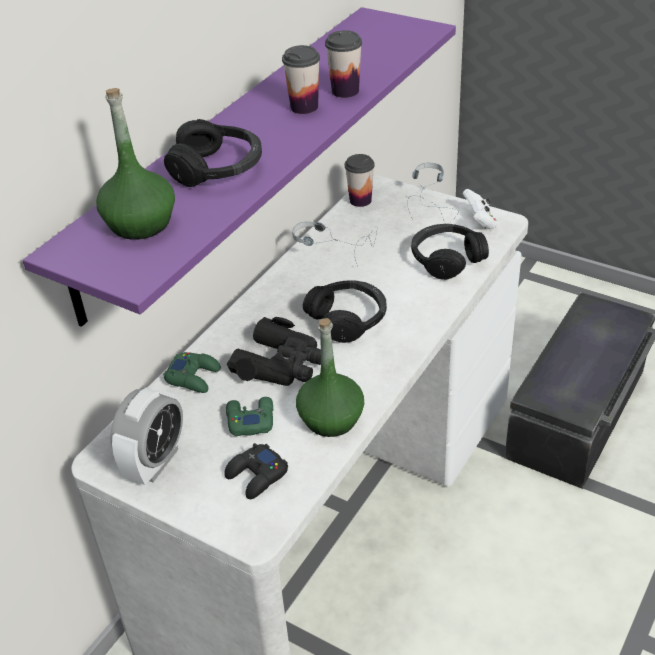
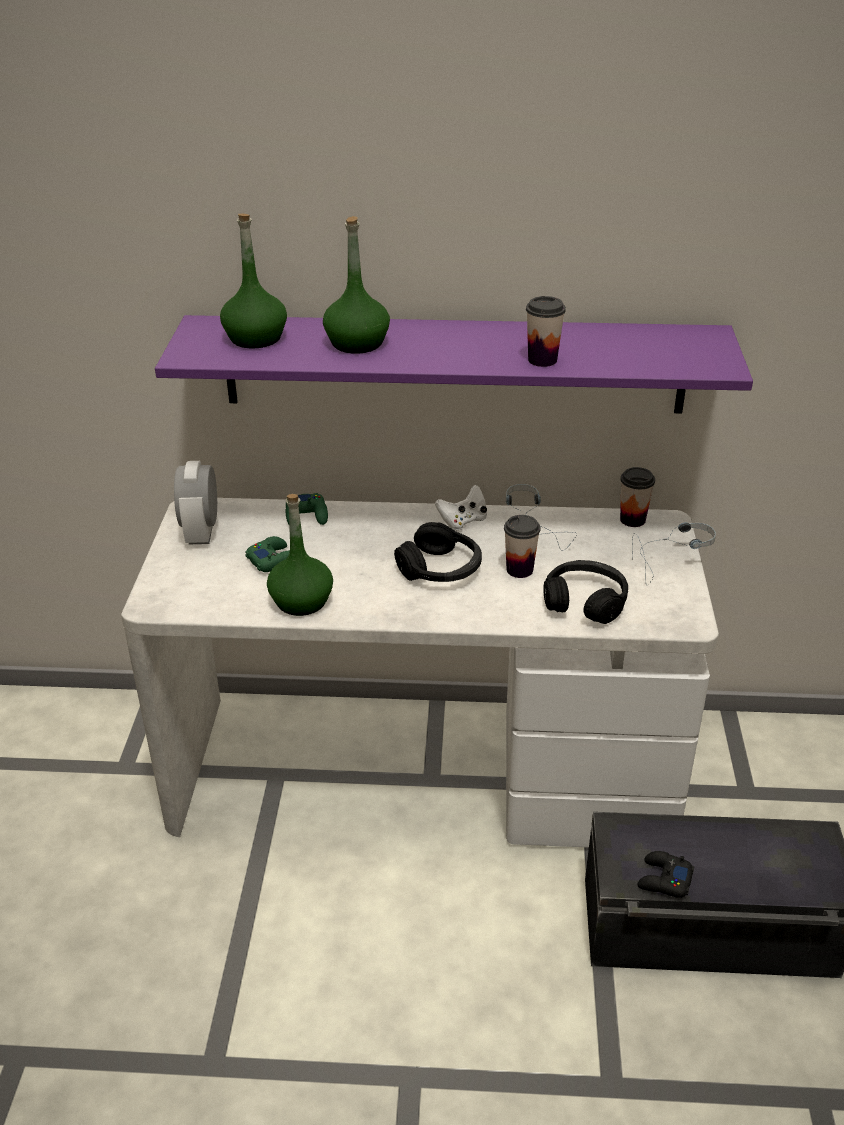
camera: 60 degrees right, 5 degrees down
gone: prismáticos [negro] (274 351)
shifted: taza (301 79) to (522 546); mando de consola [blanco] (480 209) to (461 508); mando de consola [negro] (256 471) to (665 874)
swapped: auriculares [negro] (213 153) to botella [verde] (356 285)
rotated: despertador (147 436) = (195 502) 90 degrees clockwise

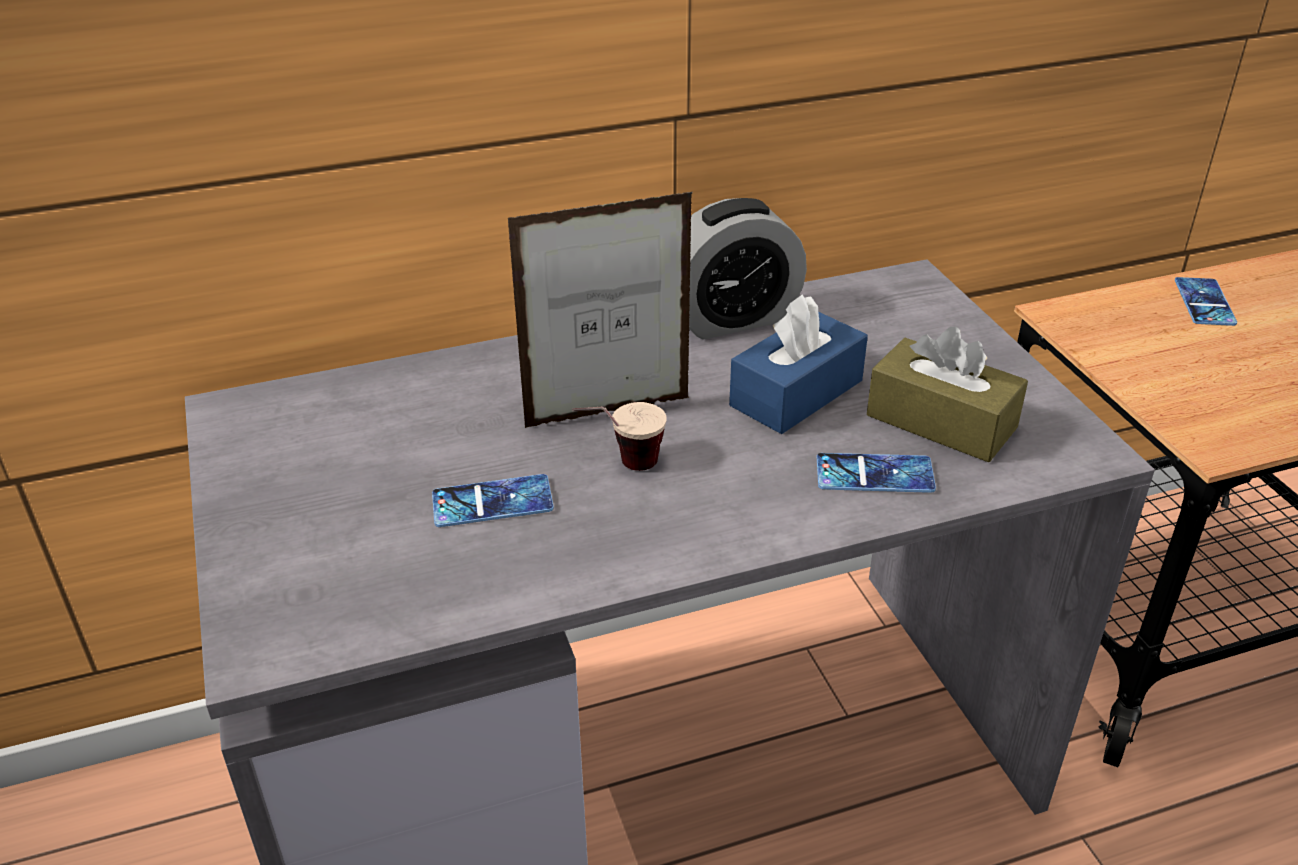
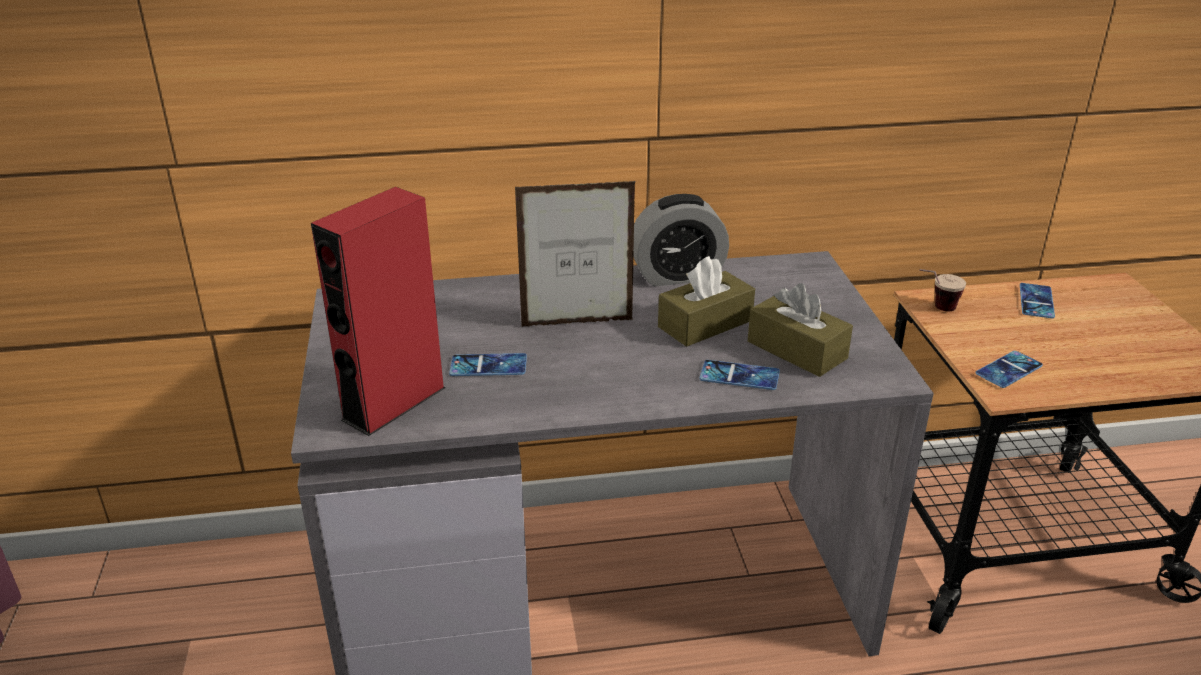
camera: 10 degrees right, 5 degrees down
new: altavoz [rojo] (378 311); móvil (1009 369)
shifted: taza (619 436) to (942 290)
repainted: caja de pañuelos [azul] (798 364) to caja de pañuelos [marrón] (706 301)

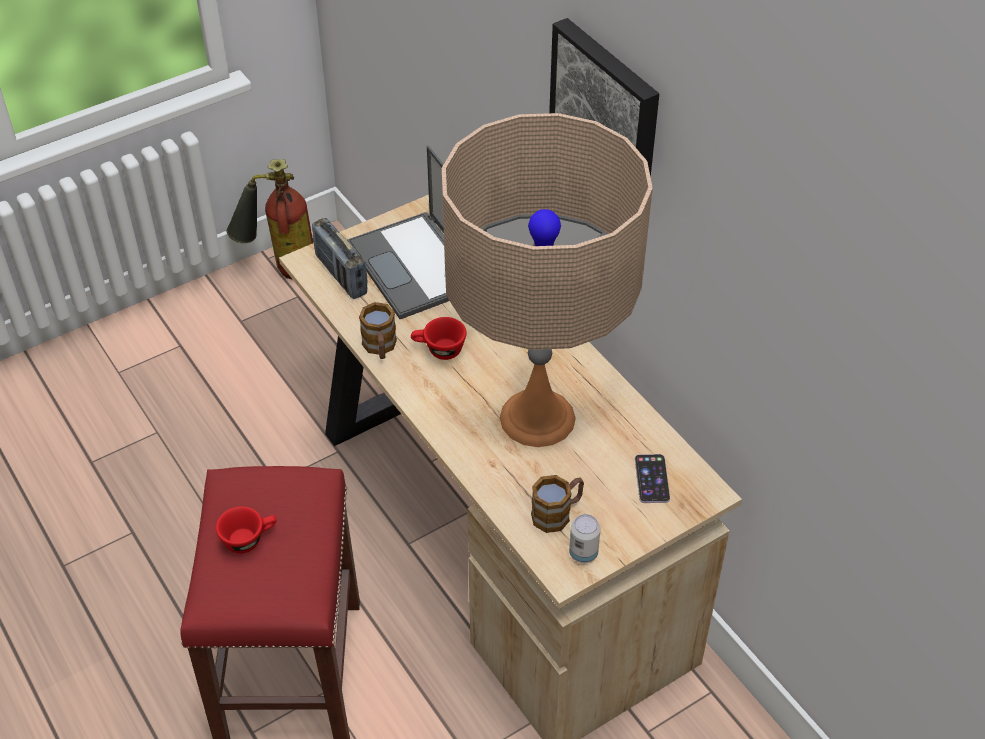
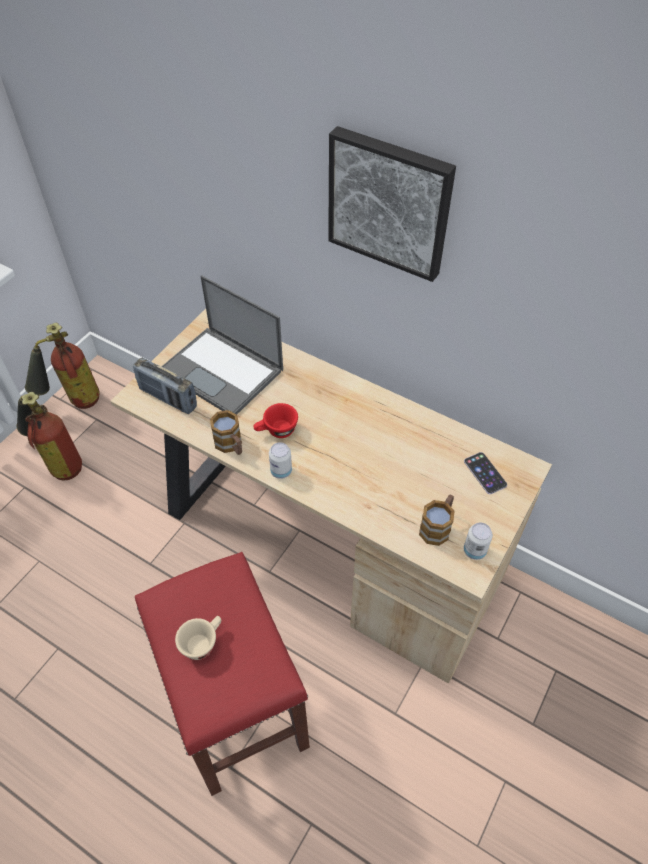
camera: 25 degrees left, 5 degrees up
gone: lámpara de mesa [beis] (547 280)
new: extintor (49 436); lata (280 460)
repainted: taza [rojo] (246 530) to taza [beis] (198 638)

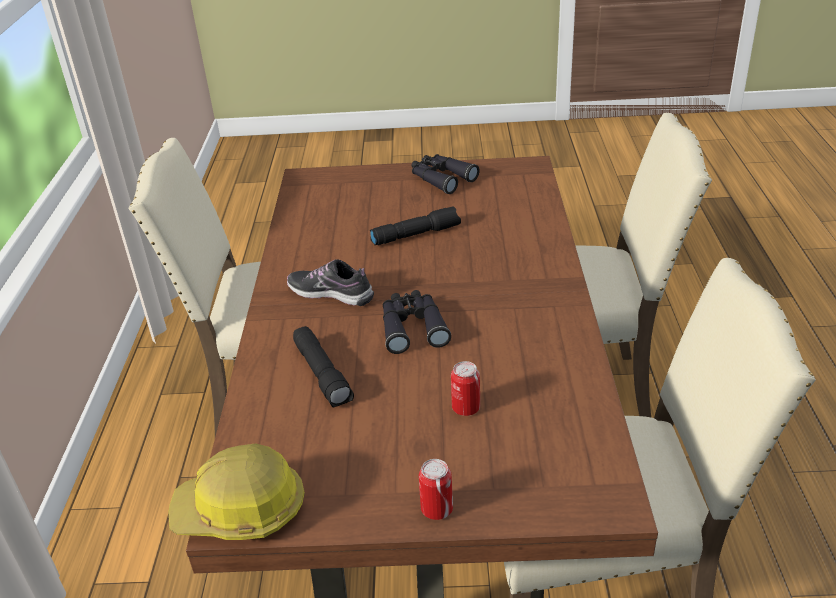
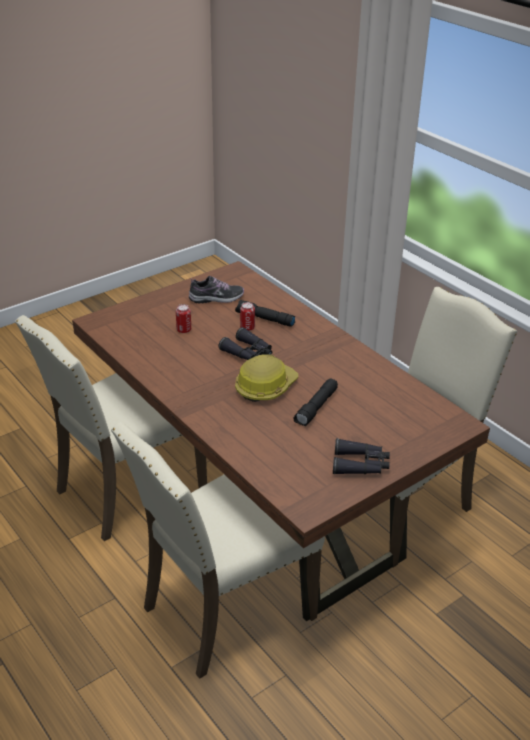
camera: 140 degrees right, 0 degrees up
shifted: zapato (330 283) to (216 290); casco (236 491) to (266 378); lata (436 489) to (247 316)

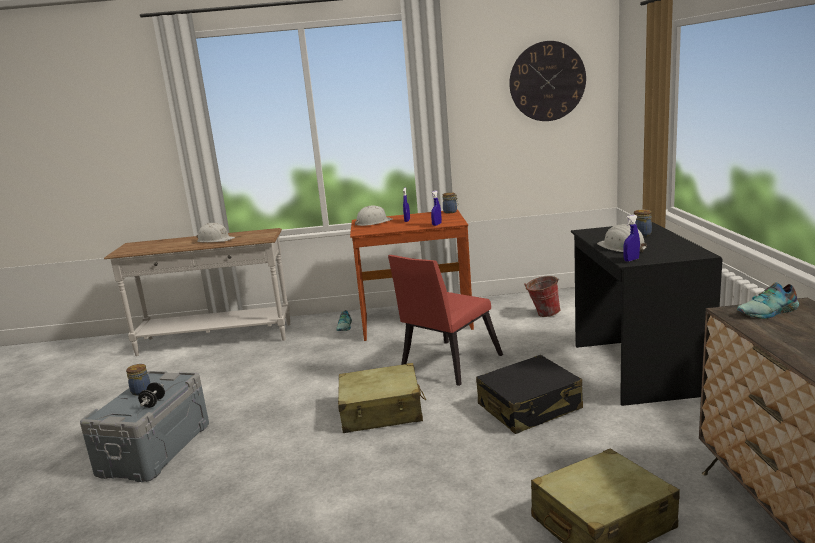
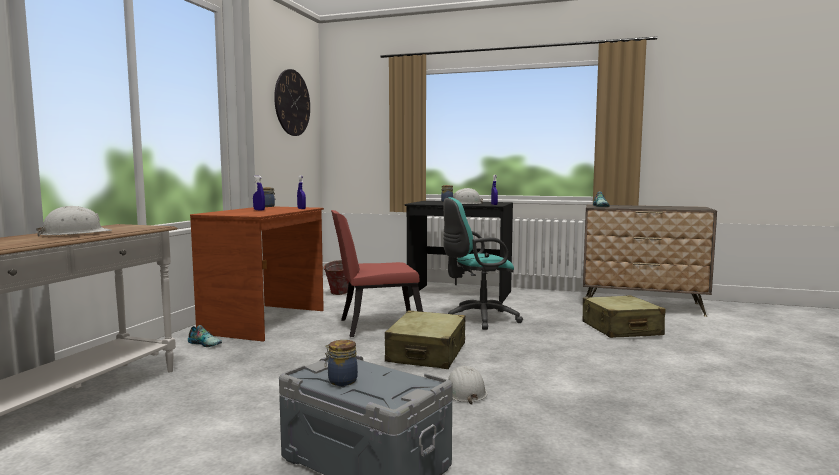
camera: 70 degrees left, 10 degrees down
gone: mancuerna [negro] (151 395)
shifted: casco [blanco] (373 216) to (467 385)
swapped: maleta [negro] (529 394) to silla de oficina [turquesa] (483 263)
rotated: silla [rojo] (445 320) = (377 273) 105 degrees clockwise

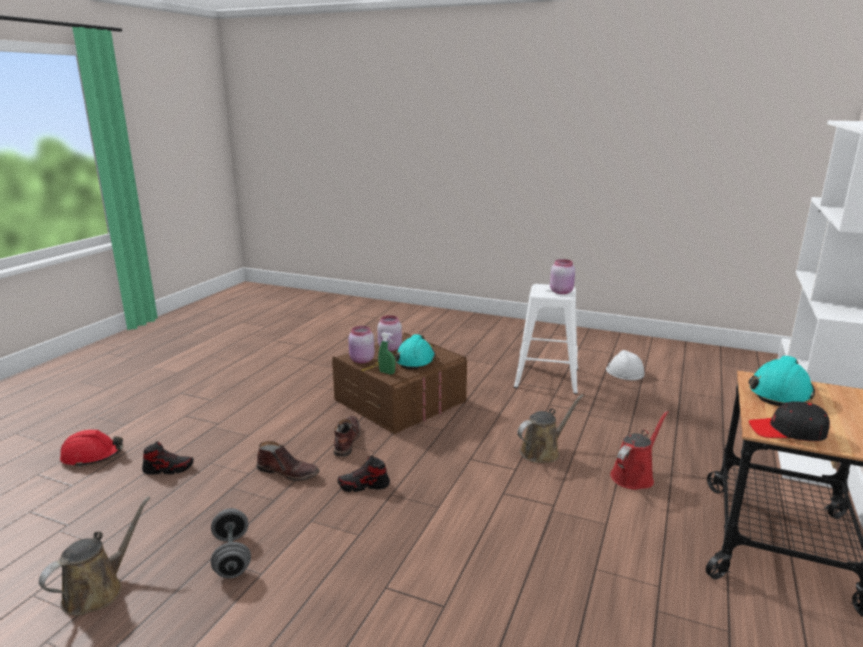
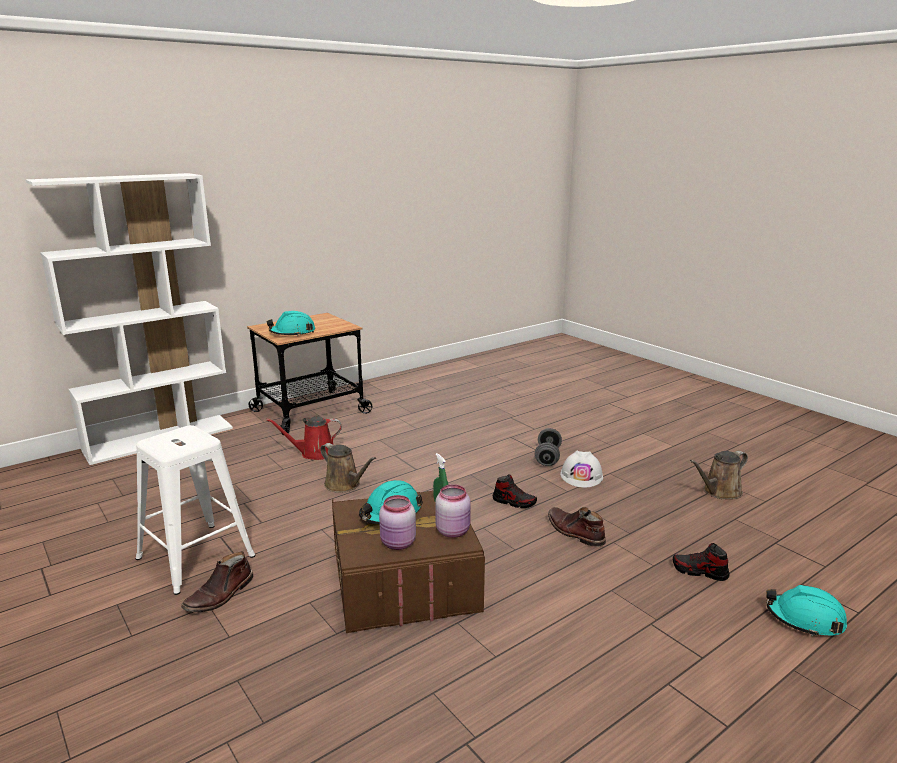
camera: 150 degrees left, 0 degrees up
gone: tarro [rosa] (562 276); gorra [negro] (789 421)
shifted: casco [blanco] (625 365) to (581 469); bota [marrón] (347 436) to (217 581); mancuerna [gris] (231 543) to (548 447)
repainted: casco [rojo] (91 449) to casco [turquesa] (806 611)
rotated: regadera [marrón] (550 428) = (348 468) 135 degrees counterclockwise

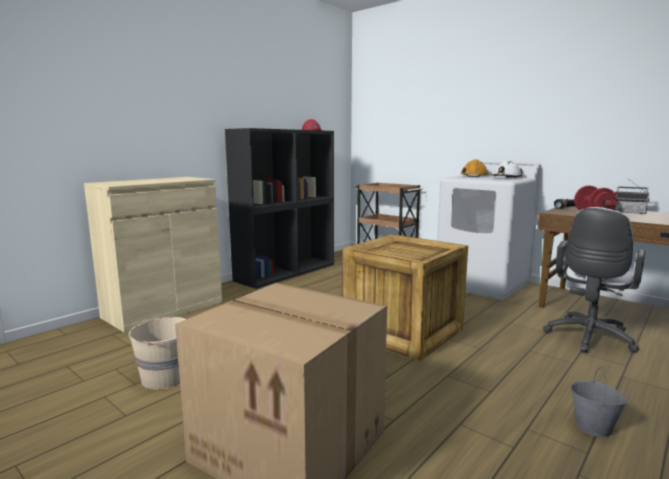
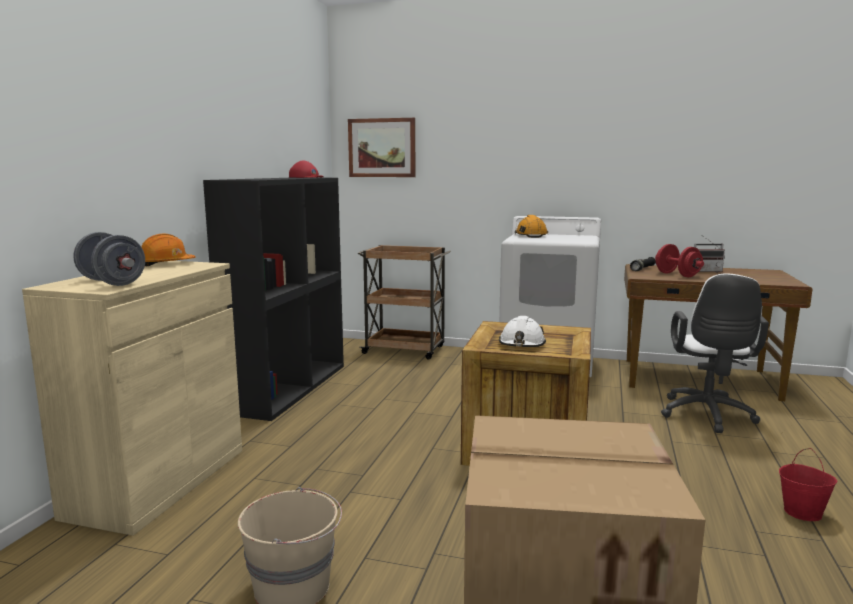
camera: 25 degrees left, 0 degrees up
new: cuadro (381 147); mancuerna [gris] (109 259); casco [naranja] (168 249)
shifted: casco [blanco] (507 169) to (522 331)
repainted: cubo [gris] (599 402) to cubo [rojo] (808 484)

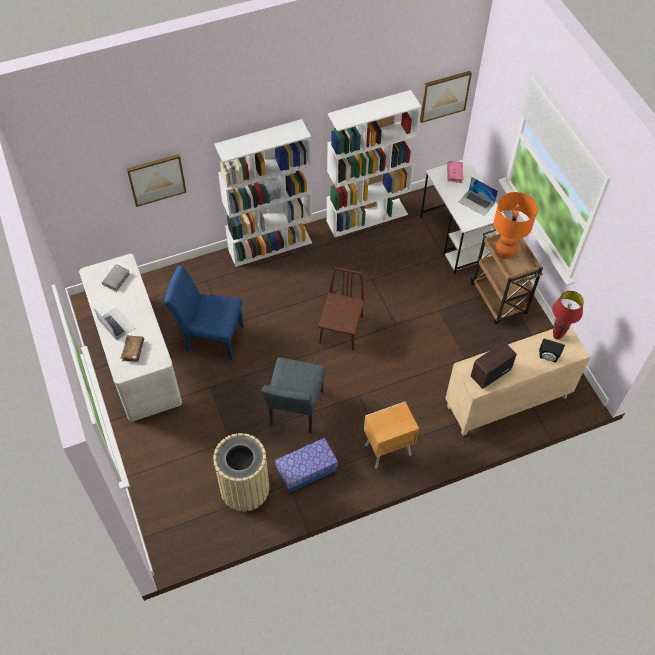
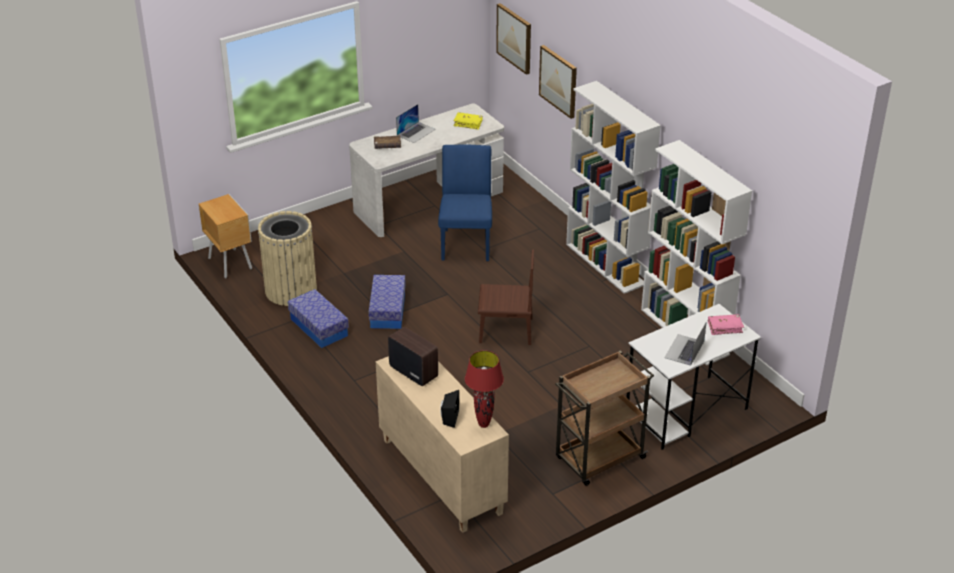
camera: 80 degrees right, 20 degrees down
gone: lámpara de mesa [naranja] (516 225)
shifted: cuadro (446 97) to (513 39); mesita de noche [marrón] (391 435) to (225 236)
swapped: silla [gris] (293 395) to caja de almacenaje (387 302)
repainted: libro [gris] (116 278) to libro [amarillo] (468 121)

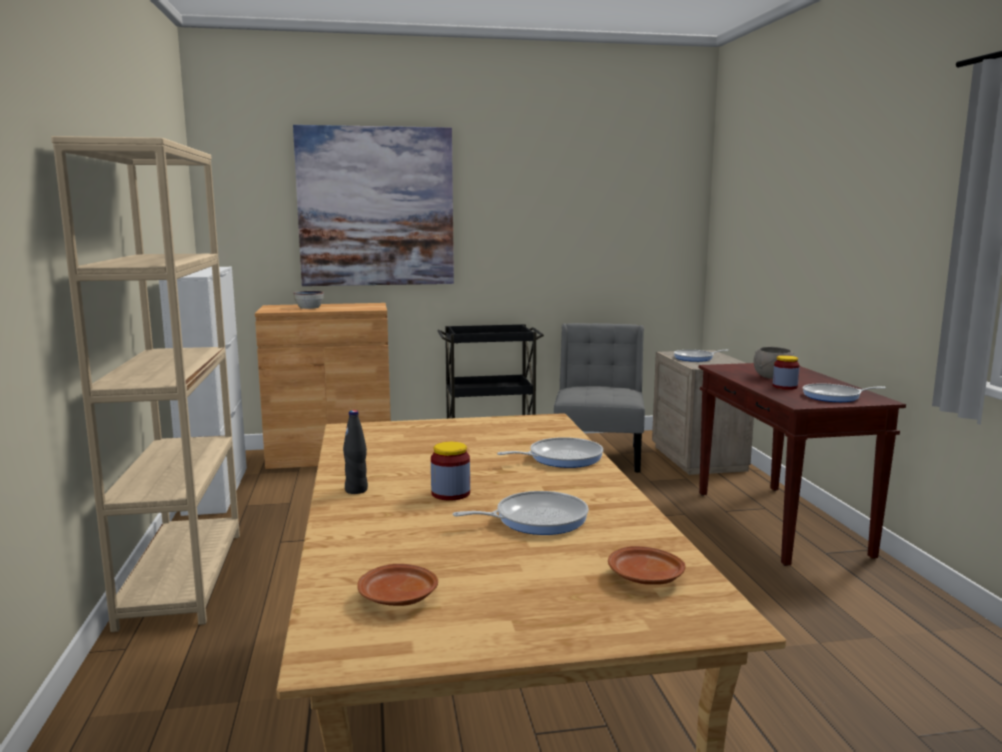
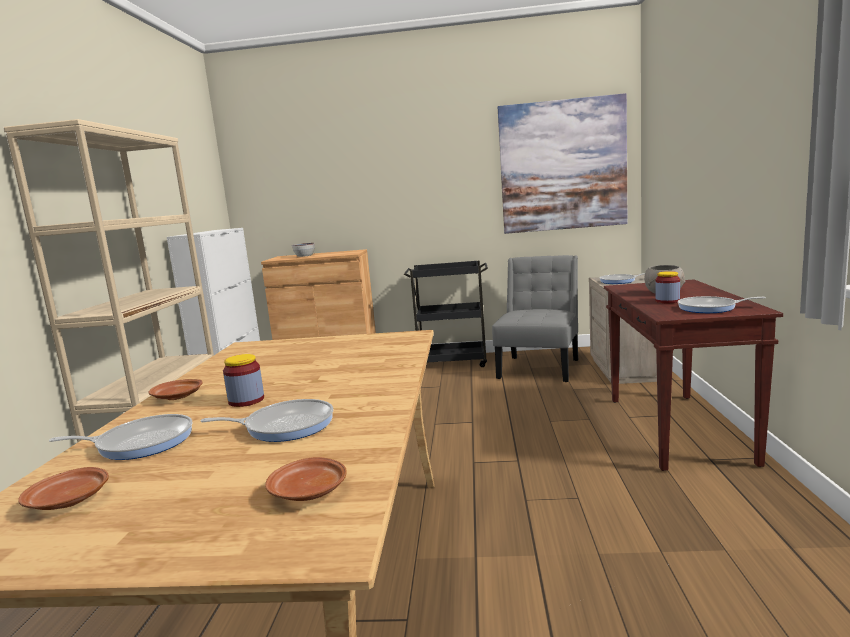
camera: 15 degrees right, 0 degrees up
shifted: cuadro (373 205) to (563 163); sartén (550 452) to (120 437)
swapped: botella [negro] (355 452) to plato [marrón] (176 389)

